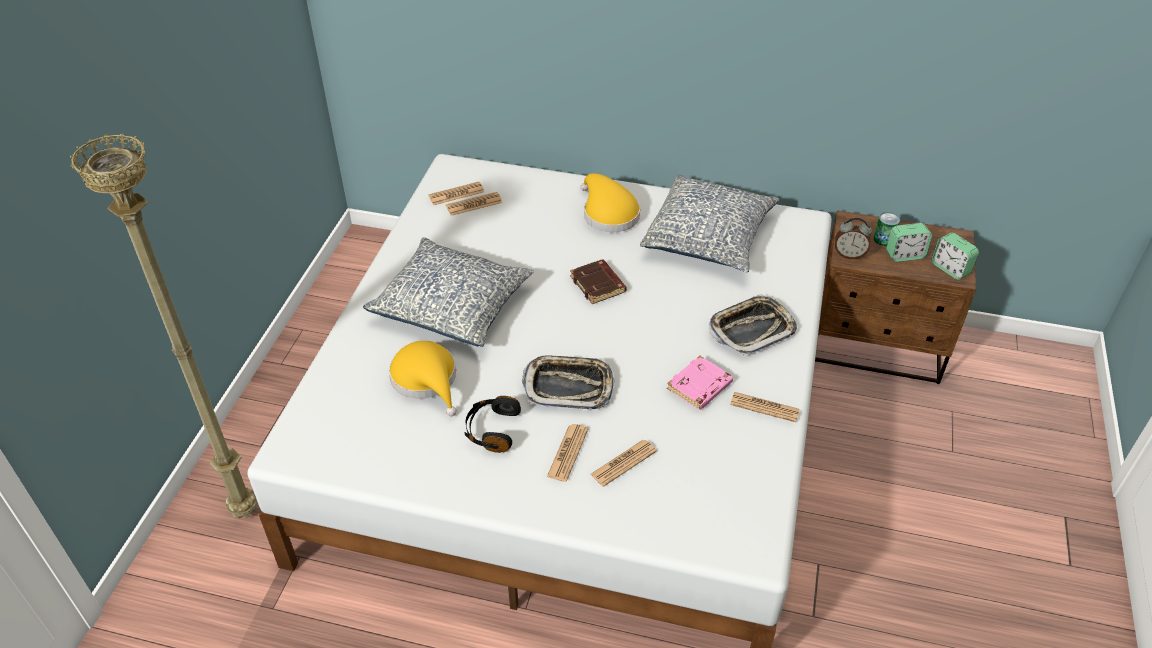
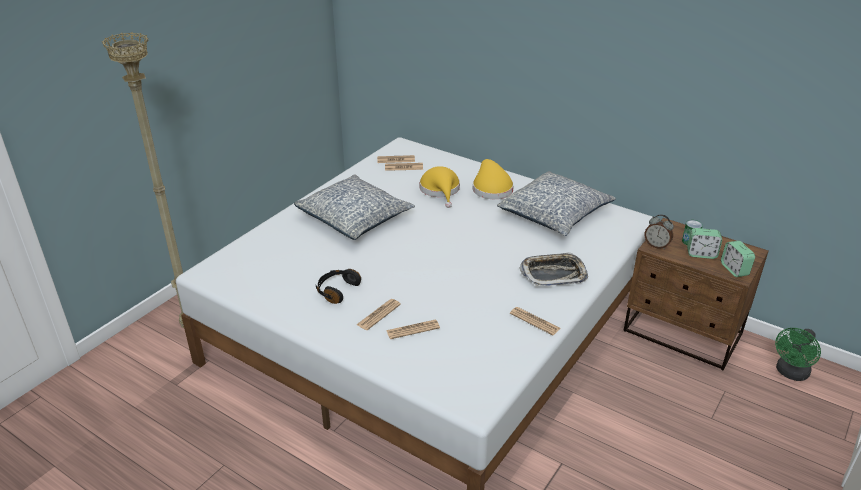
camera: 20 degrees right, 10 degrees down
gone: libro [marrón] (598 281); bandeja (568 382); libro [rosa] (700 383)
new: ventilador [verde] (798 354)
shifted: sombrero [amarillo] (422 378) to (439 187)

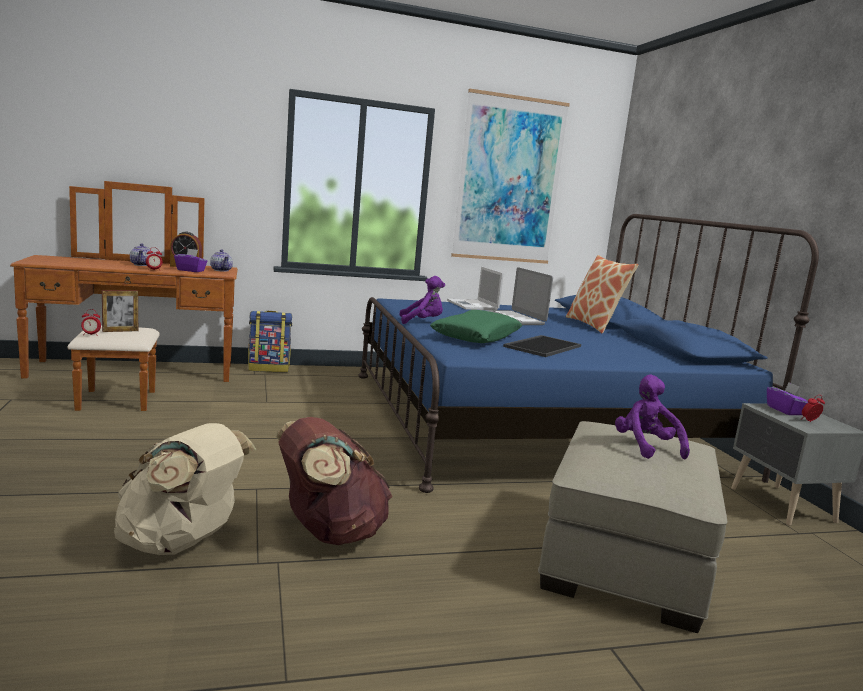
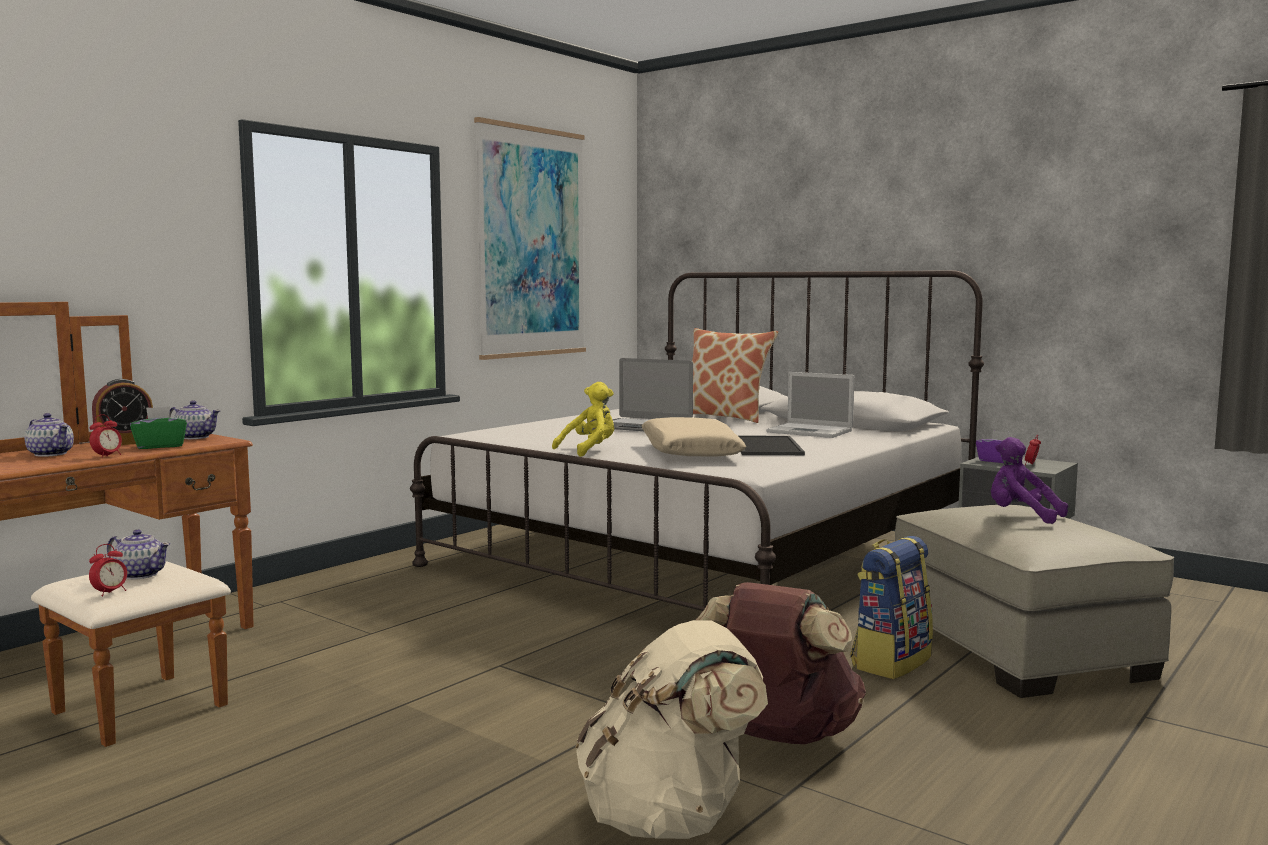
camera: 35 degrees left, 5 degrees down
shifted: portátil (475 288) to (810 405); mochila (270 341) to (891 607)
swapped: portarretratos (120 311) to tetera (138 554)
repainted: cama [azul] (588 353) to cama [blanco] (697 440); caja de pañuelos [morado] (191 260) to caja de pañuelos [verde] (158 427); peluche [morado] (422 300) to peluche [amarillo] (583 419); cojín [verde] (476 326) to cojín [beis] (693 437)

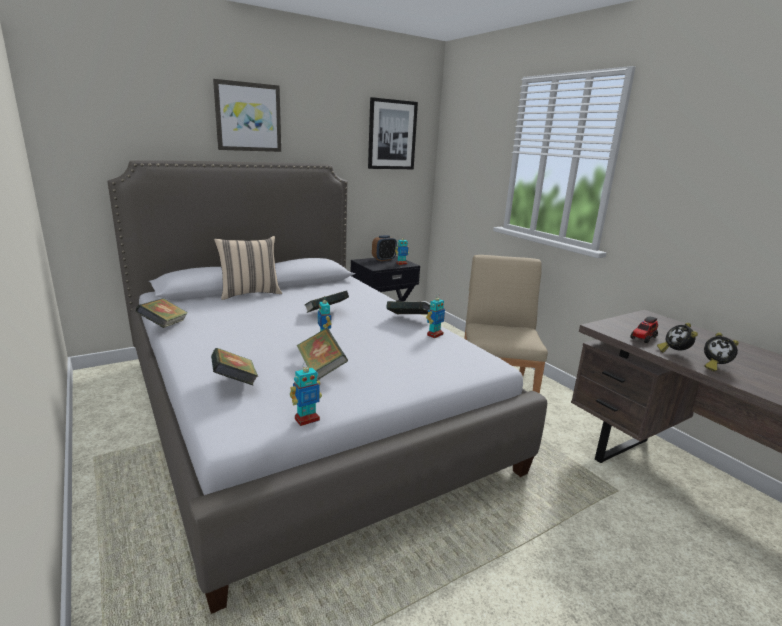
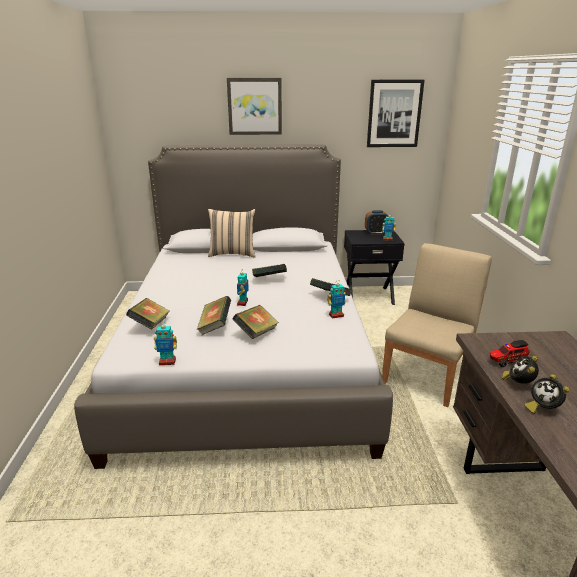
camera: 30 degrees right, 5 degrees up
shifted: libro (161 313) to (256 322)

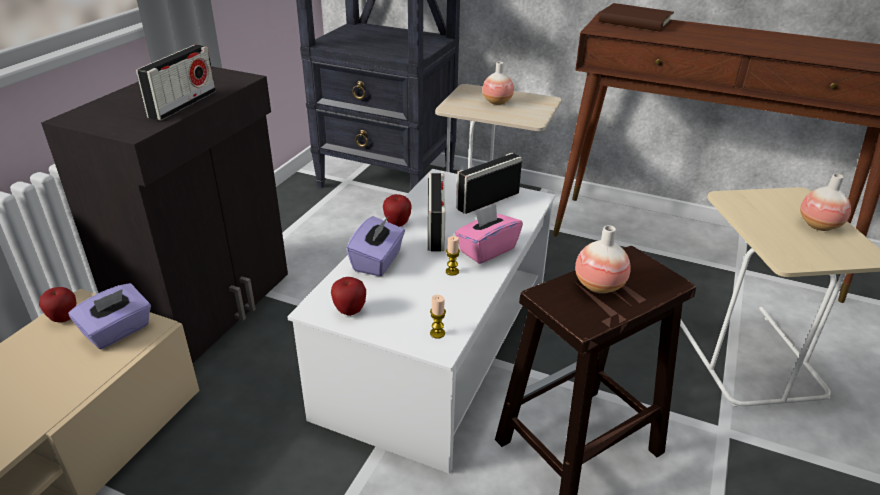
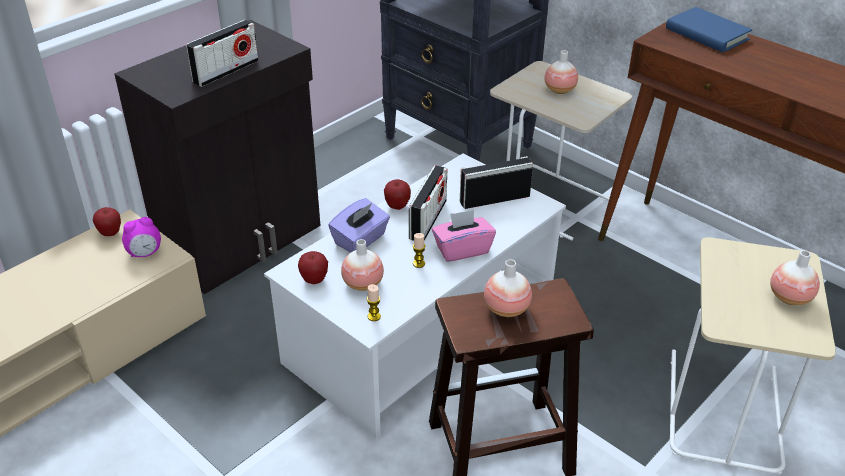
camera: 20 degrees right, 5 degrees up
new: florero (362 265)
swapped: caja de pañuelos [morado] (109 316) to despertador (141 237)
repainted: libro [marrón] (636 17) to libro [azul] (709 30)

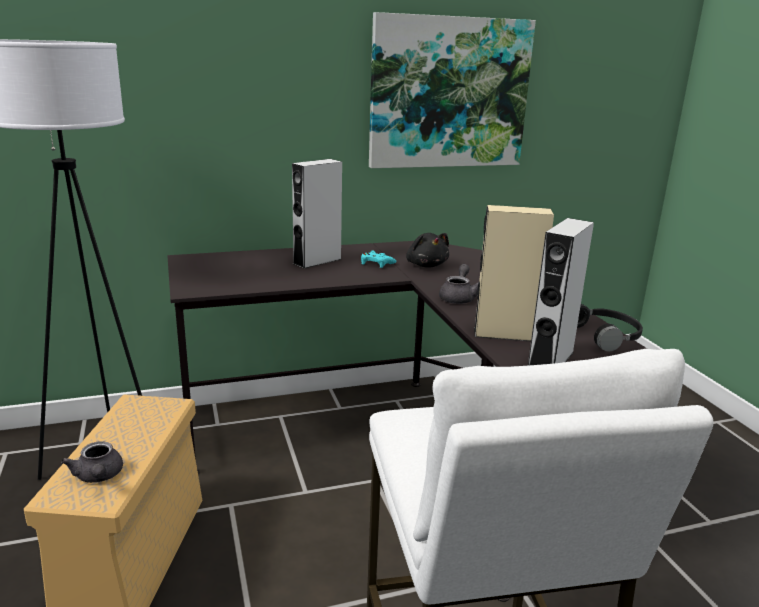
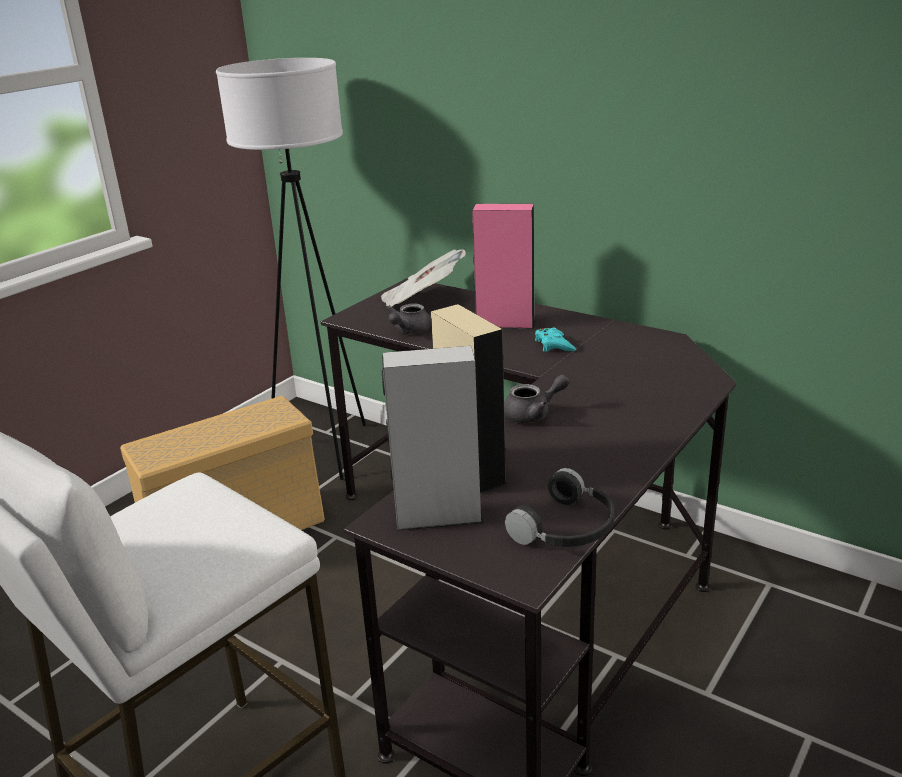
camera: 55 degrees right, 5 degrees up
gone: cuadro (452 90); peluche [negro] (427 250)
new: periódico (423 278)
shifted: tetera [gris] (92 462) to (409 318)
repainted: altavoz [gris] (317 214) to altavoz [rosa] (503 266)

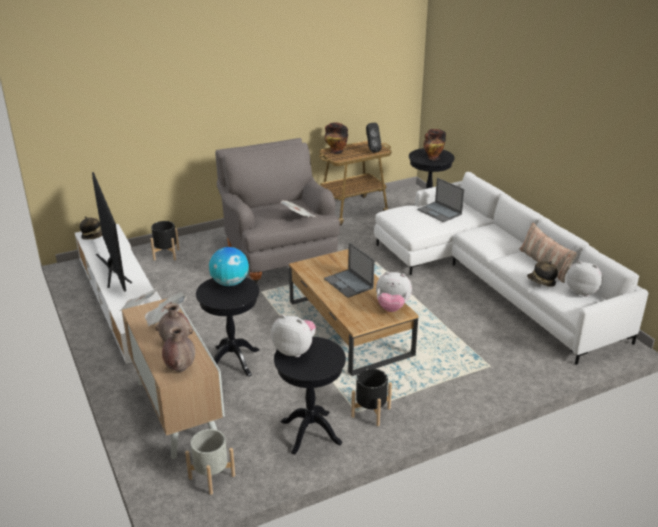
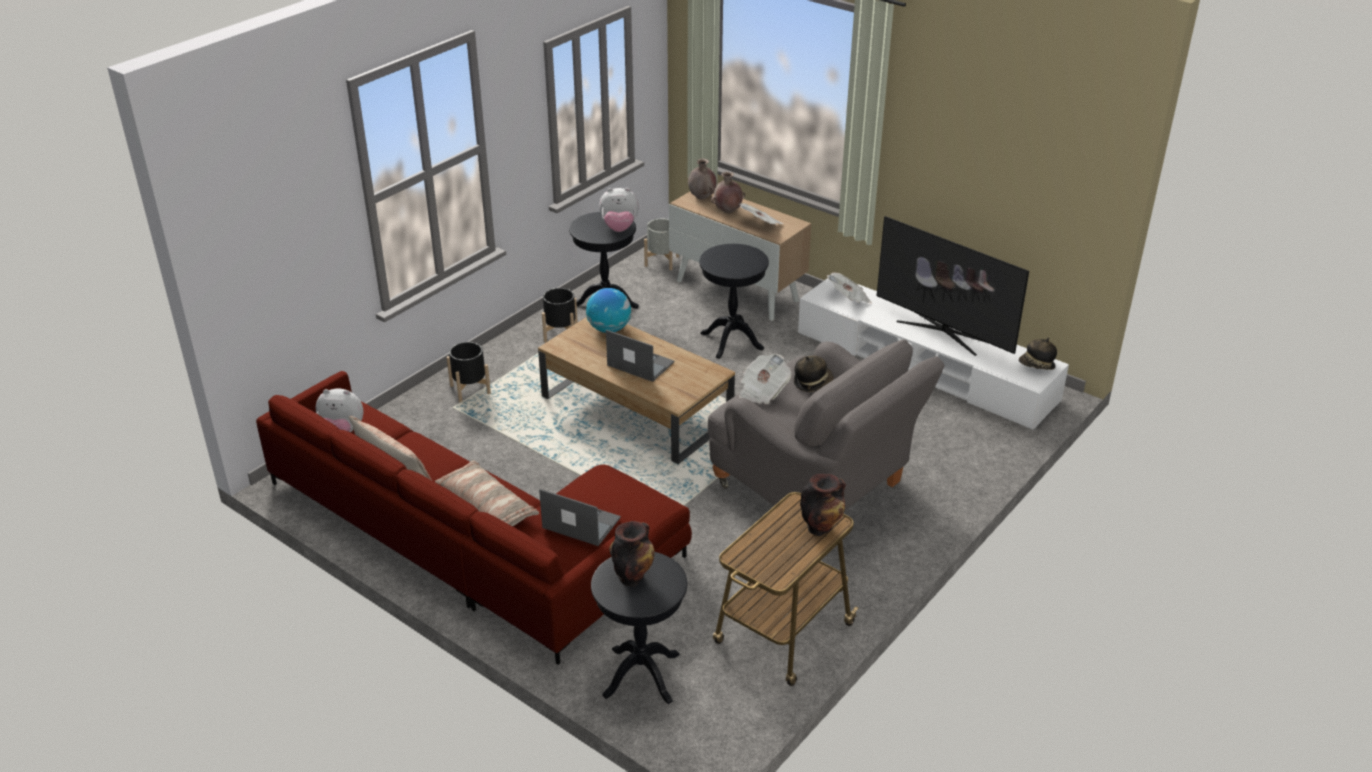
camera: 155 degrees right, 5 degrees up
gone: altavoz [negro] (374 138); peluche (394 292)
new: cojín (487 493)
shifted: maceta [negro] (165 240) to (468 372); globo terráqueo (229 266) to (608 310); sombrero (542 274) to (813 374)
repainted: sofá [blanco] (511 268) to sofá [rojo] (474 518)

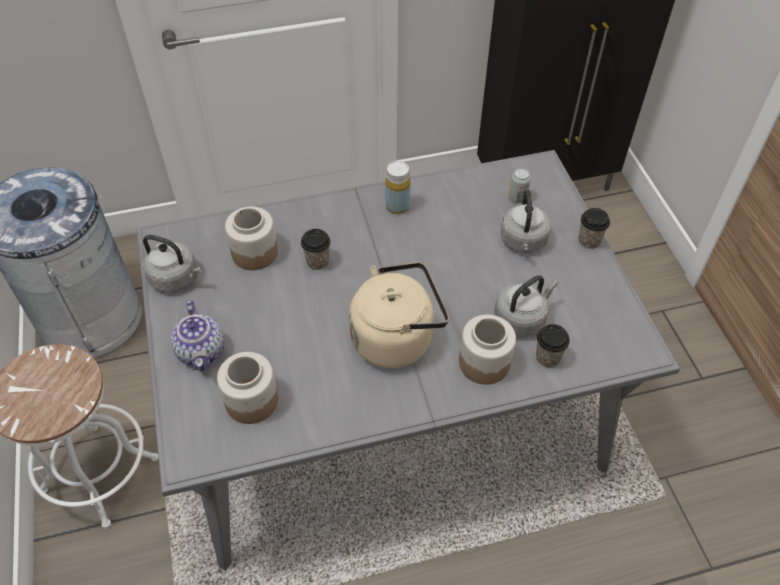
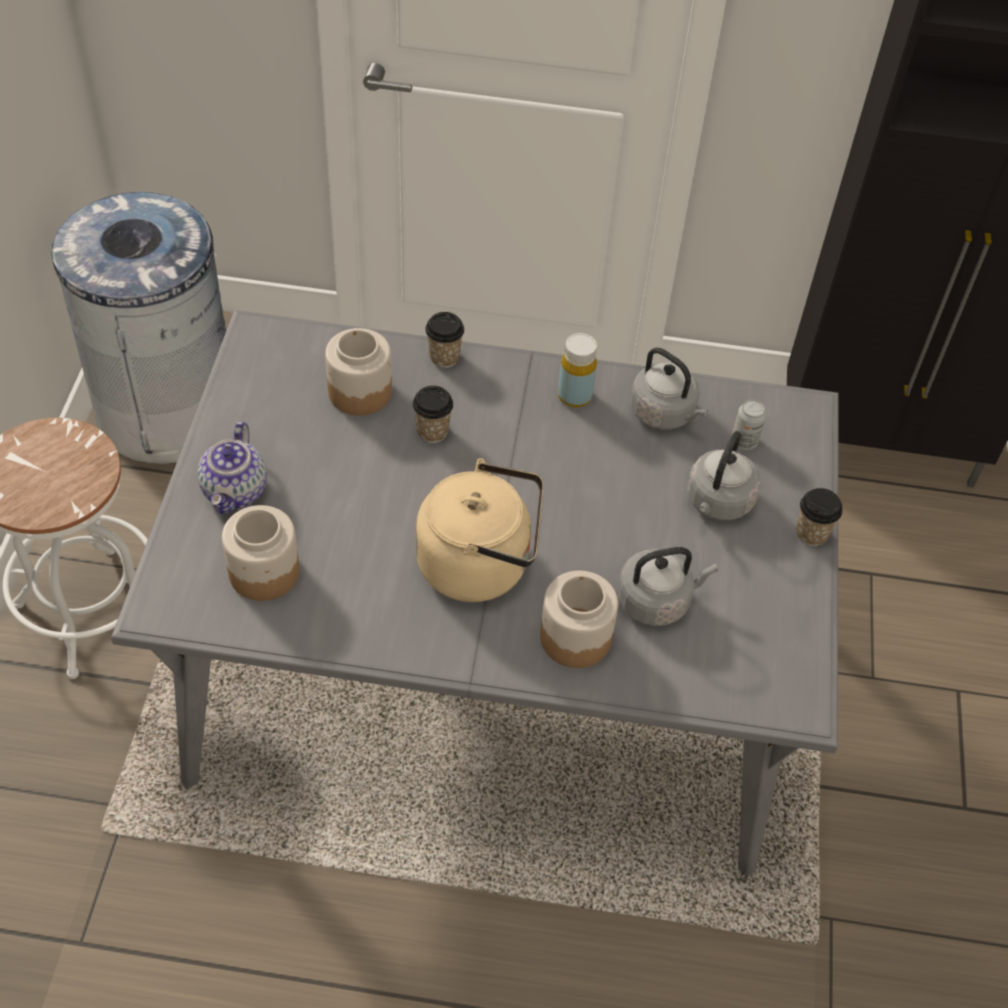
camera: 20 degrees right, 0 degrees up
shifted: hervidor [gris] (172 263) to (669 388); taza (553 346) to (444 340)

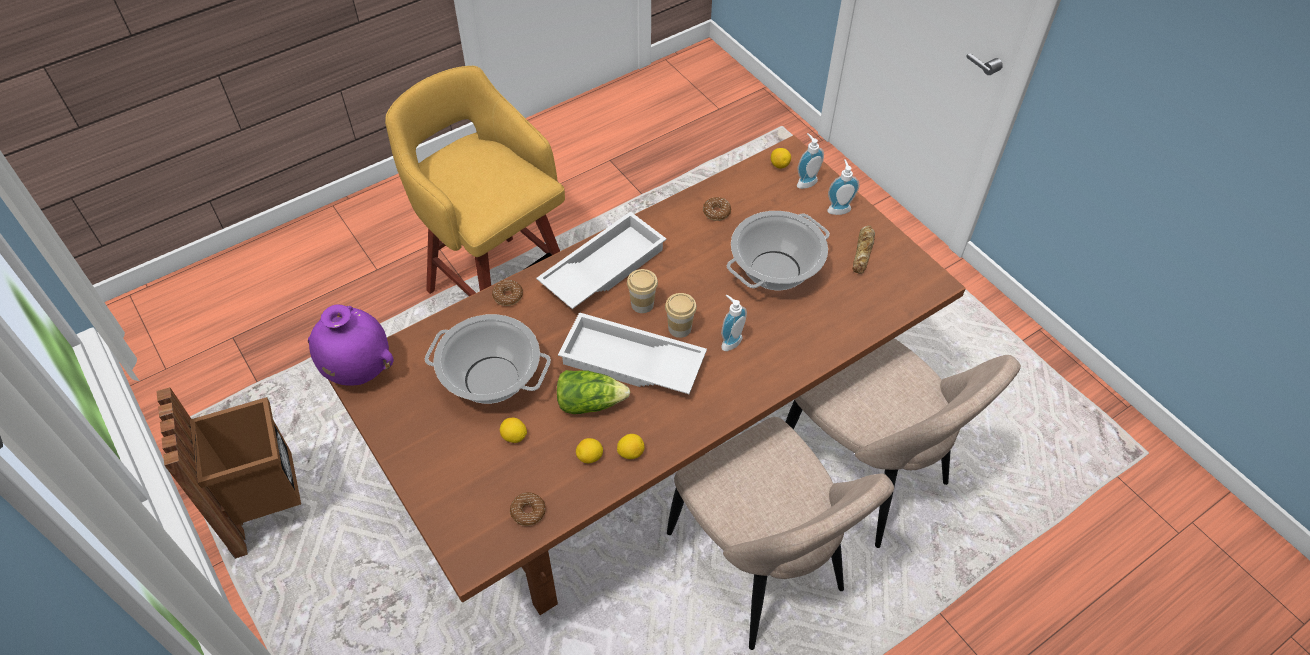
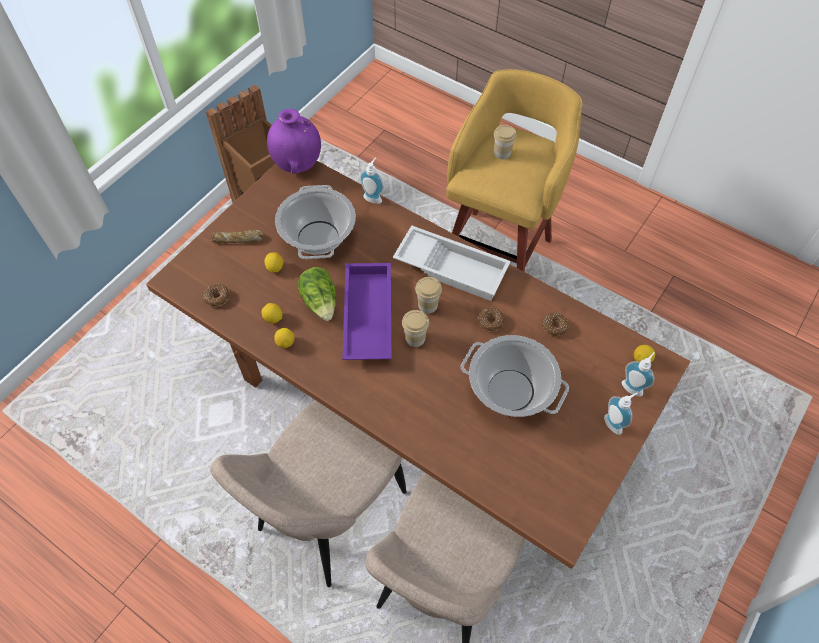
camera: 70 degrees right, 5 degrees up
new: taza (505 142)
shifted: pan (863 249) to (237 236); rosquilla (507 293) to (491 319); dispensador de jabón (734 322) to (372 181)
repainted: bandeja [blanco] (632 353) to bandeja [morado] (367 311)

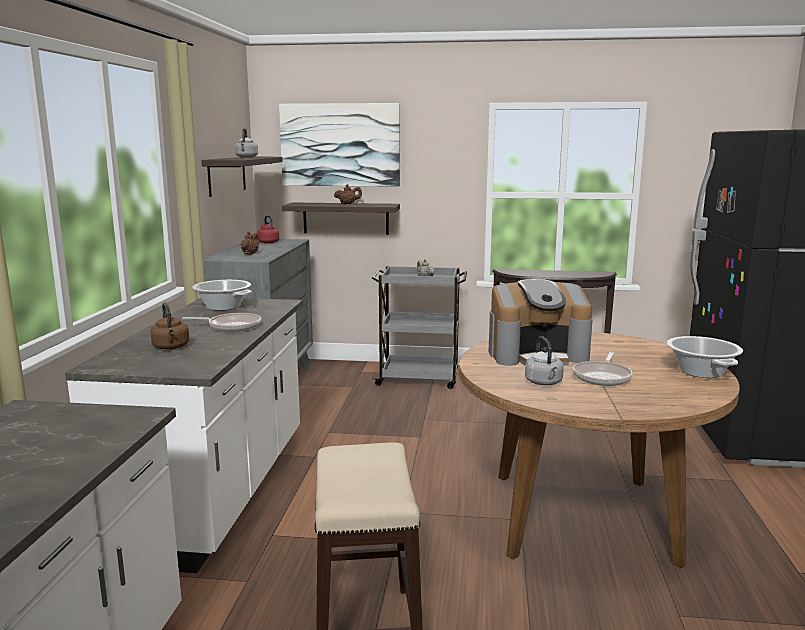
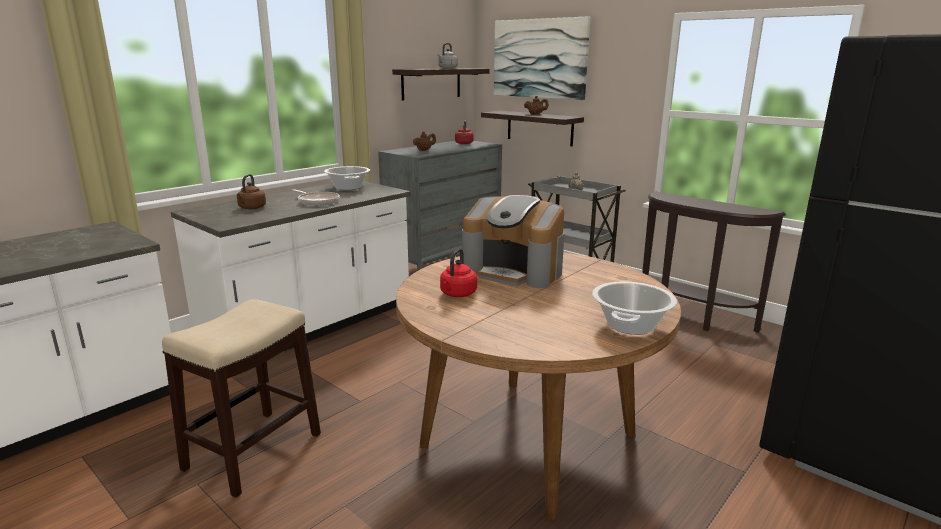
camera: 35 degrees right, 5 degrees up
gone: sartén (603 369)
repainted: hervidor [gris] (544 360) to hervidor [rojo] (458 272)

